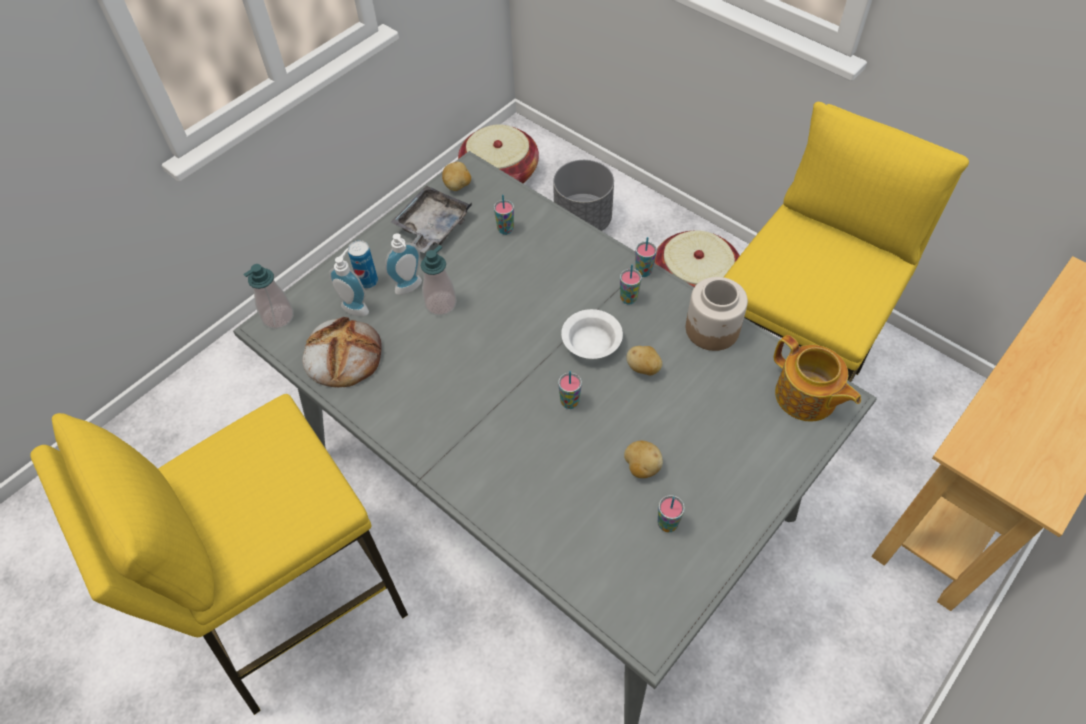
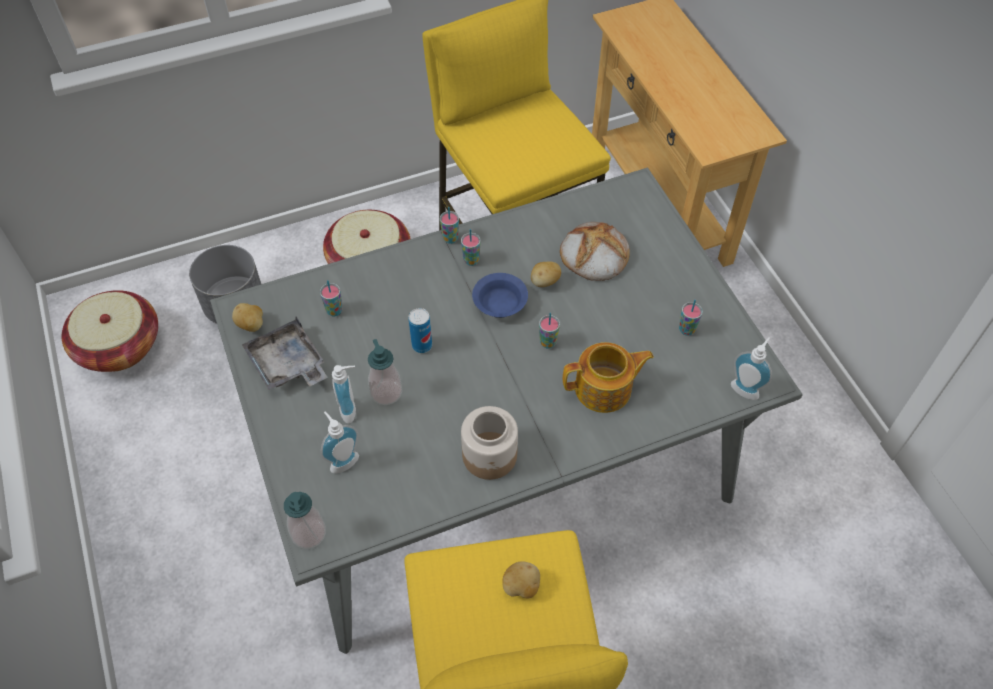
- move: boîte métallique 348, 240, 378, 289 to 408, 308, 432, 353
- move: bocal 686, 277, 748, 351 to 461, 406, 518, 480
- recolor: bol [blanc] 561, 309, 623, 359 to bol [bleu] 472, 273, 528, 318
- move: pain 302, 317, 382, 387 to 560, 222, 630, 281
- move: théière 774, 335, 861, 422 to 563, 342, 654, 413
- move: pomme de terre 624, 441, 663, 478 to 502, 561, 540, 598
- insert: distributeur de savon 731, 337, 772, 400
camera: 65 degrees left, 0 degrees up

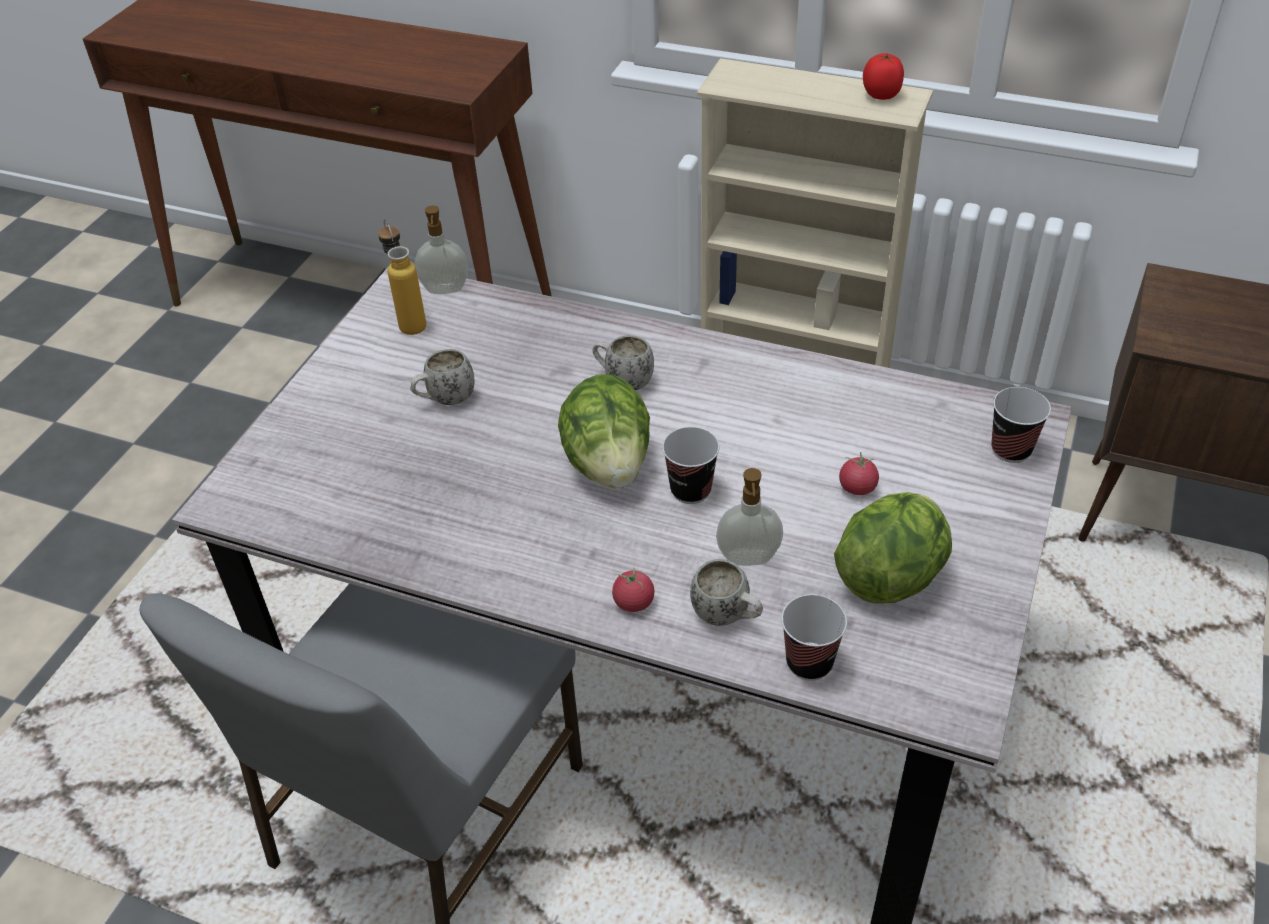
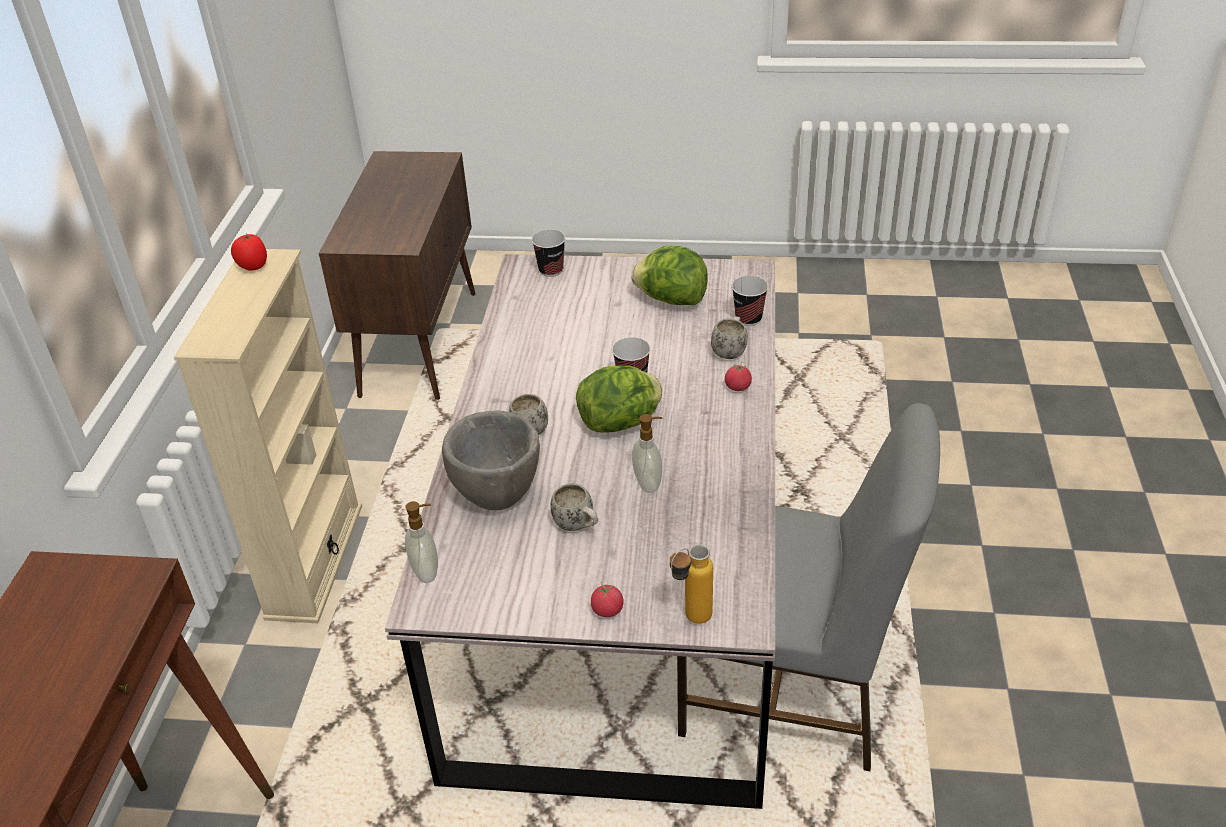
- move: bouteille 378, 219, 426, 335 to 670, 544, 713, 624
- move: tomate 839, 452, 879, 495 to 591, 582, 624, 617
- move: distributeur de savon 716, 468, 783, 566 to 632, 414, 662, 493
- insert: bol [gris] 442, 410, 540, 510
camera: 105 degrees left, 5 degrees down

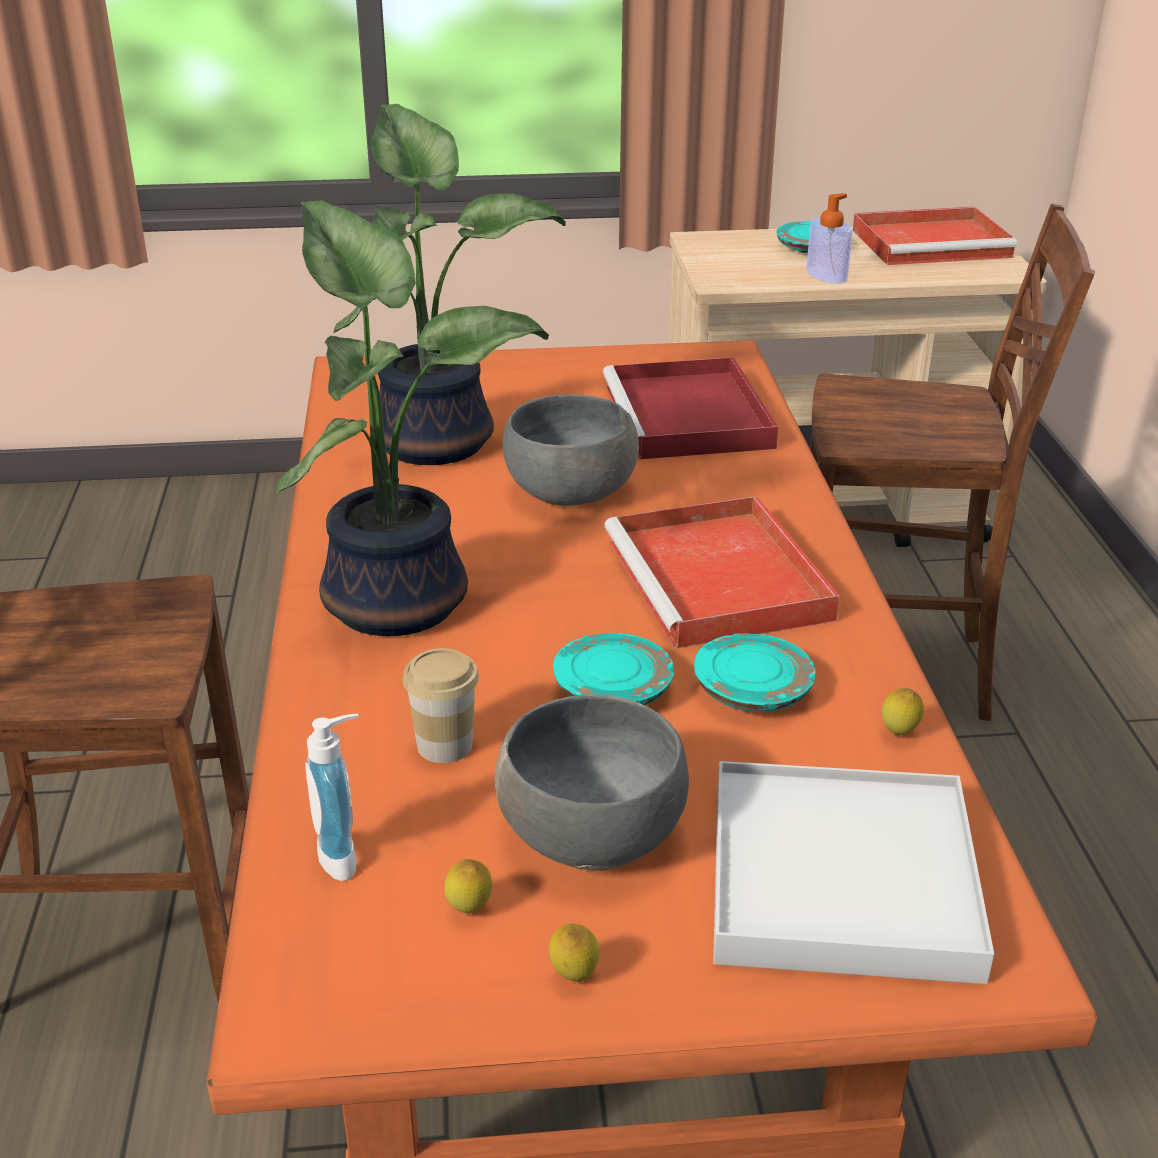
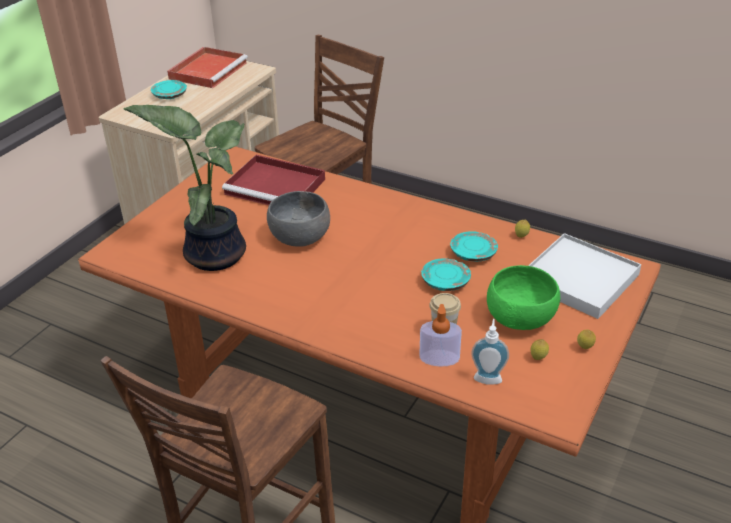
- move: distributeur de savon 806, 193, 853, 284 to 419, 304, 462, 367
- delete: plante en pot 277, 200, 549, 636
- delete: plateau [rouge] 604, 496, 840, 649
- recolor: bol [gris] 495, 694, 689, 871 to bol [vert] 487, 265, 560, 330
camera: 55 degrees left, 5 degrees up

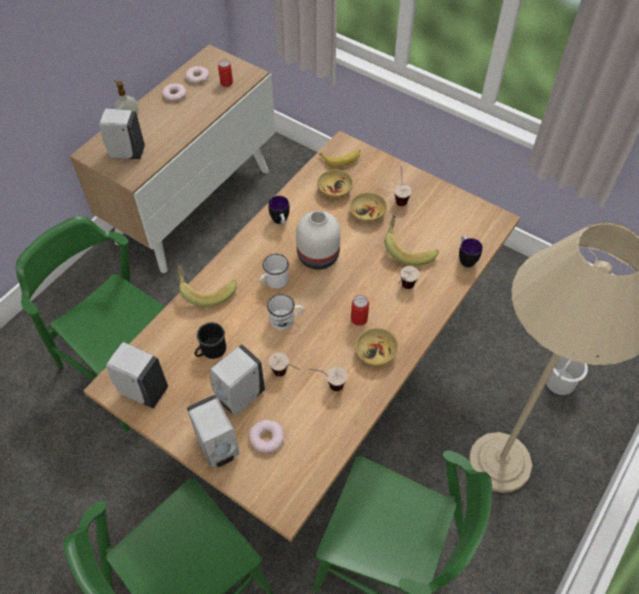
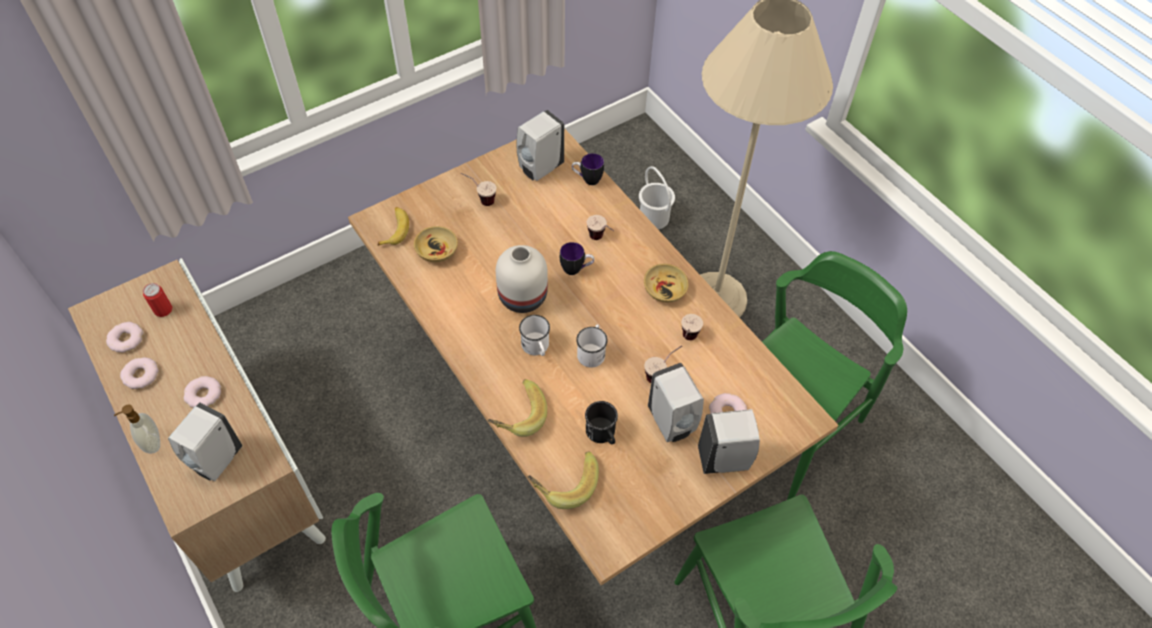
- delete: bol [beige] 349, 192, 387, 222
- move: mug 268, 196, 290, 225 to 560, 242, 594, 275
- move: banane 384, 215, 439, 266 to 527, 451, 599, 509
- delete: boîte métallique 351, 295, 369, 326
- move: distributeur de savon [blanc] 106, 342, 168, 408 to 516, 110, 564, 181
- insert: beignet 184, 376, 221, 408
camera: 70 degrees left, 0 degrees up

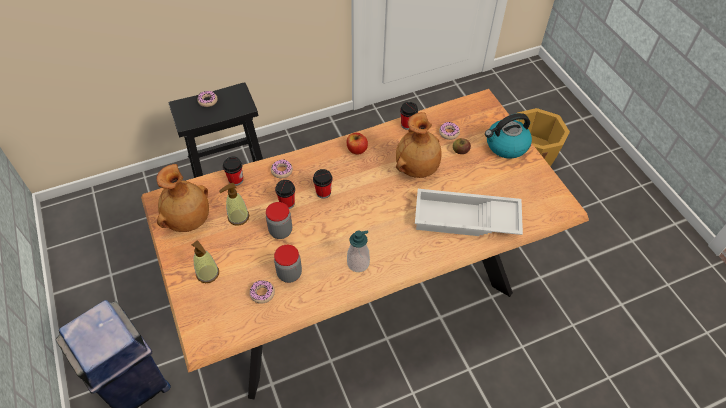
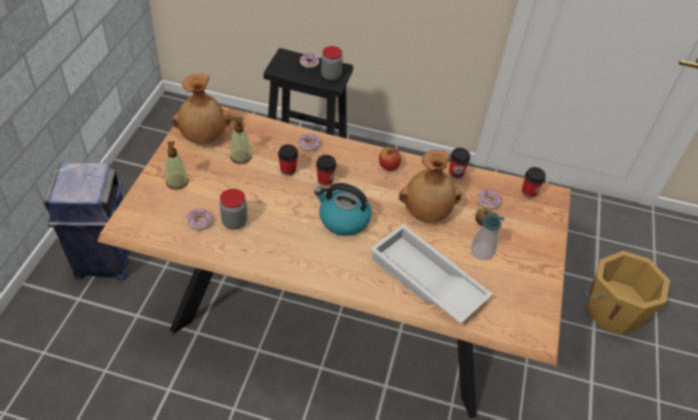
- move: bouilloire 485, 113, 532, 159 to 314, 183, 372, 236
- move: tasse 223, 156, 243, 186 to 521, 167, 546, 198
- move: bocal 266, 202, 292, 239 to 321, 46, 343, 81
- move: distributeur de savon 347, 230, 370, 272 to 471, 213, 504, 260
camera: 35 degrees right, 5 degrees down

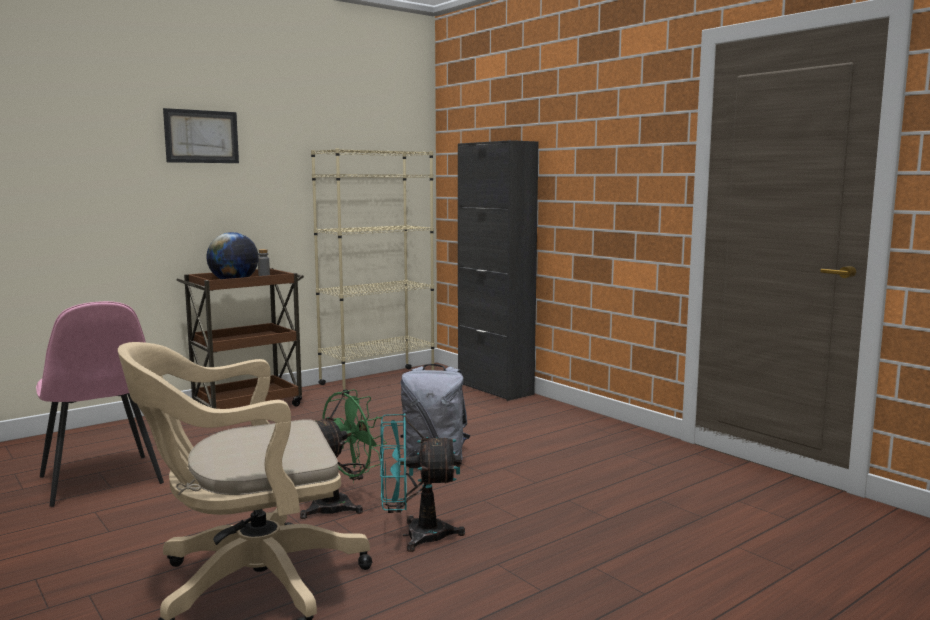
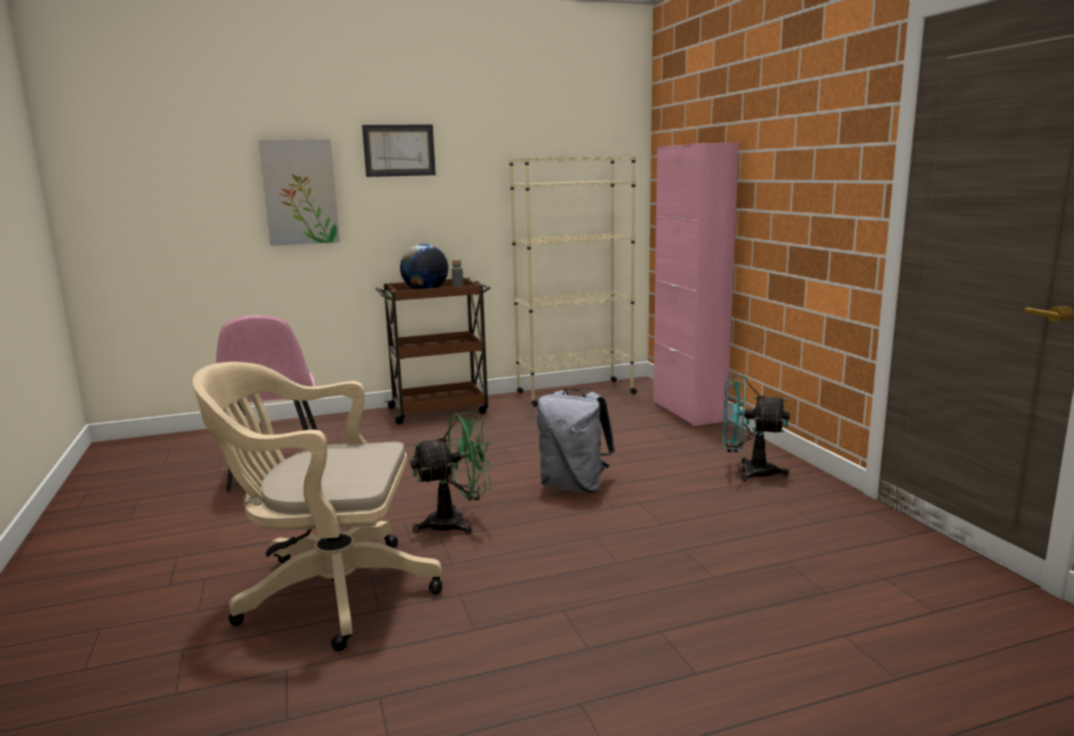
- recolor: meuble de rangement [noir] 458, 140, 538, 401 to meuble de rangement [rose] 653, 143, 739, 426
- move: ventilateur [turquoise] 380, 413, 465, 552 to 723, 376, 790, 482
- insert: tableau 258, 139, 340, 246
camera: 20 degrees right, 5 degrees up

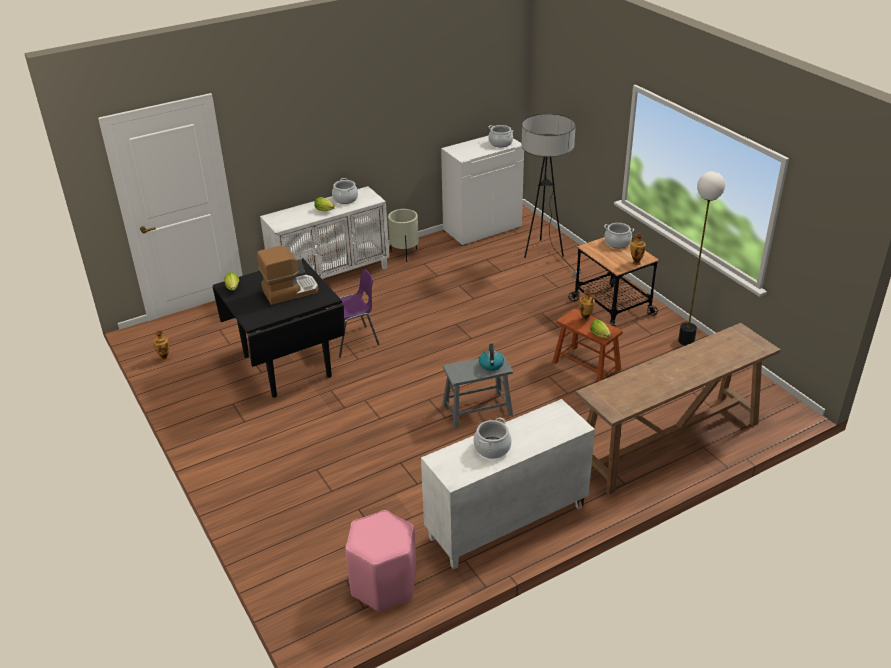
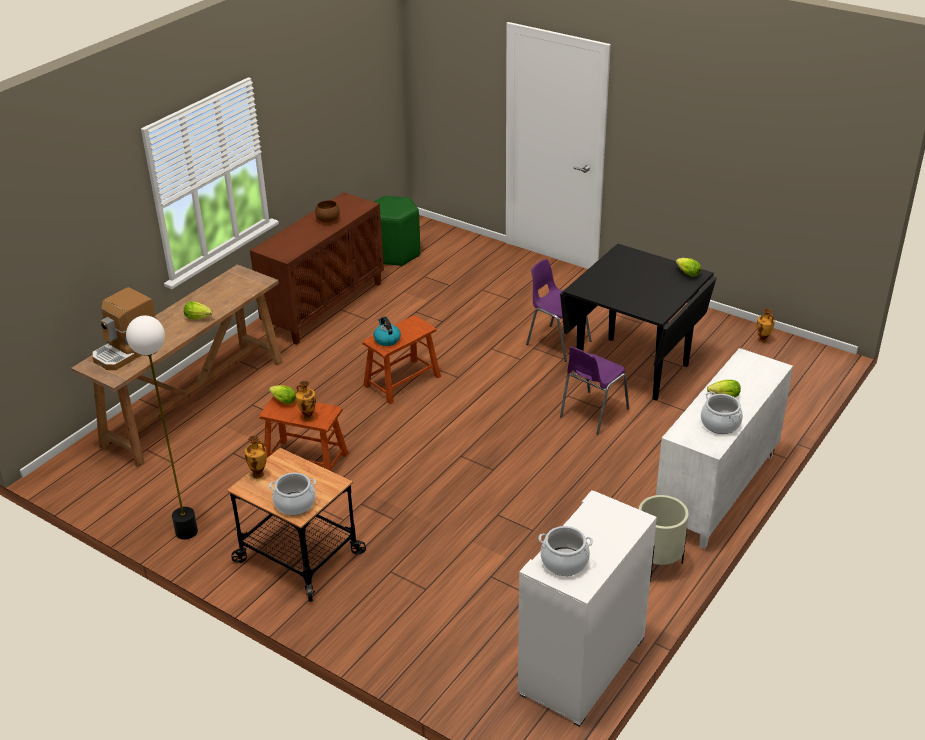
- delete: lampadaire 521, 114, 581, 277
- move: machine à café 257, 245, 318, 305 to 92, 287, 156, 370
- recolor: tabouret [gris] 442, 354, 513, 428 to tabouret [marron] 362, 316, 441, 404
- recolor: meuble de rangement [blanc] 421, 399, 595, 570 to meuble de rangement [marron] 250, 192, 384, 345
- replace: marmite 474, 418, 511, 459 to bol [marron] 315, 200, 340, 223
- recolor: tabouret [rose] 345, 510, 416, 611 to tabouret [vert] 373, 196, 420, 266
- insert: chaise [violet] 526, 259, 592, 362
- insert: laitue 184, 301, 213, 320
camera: 155 degrees right, 0 degrees up

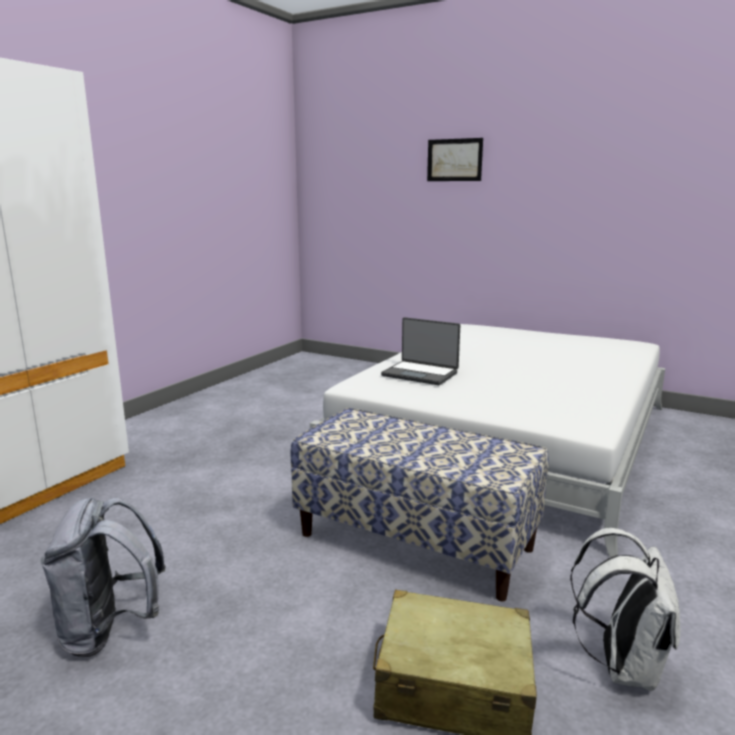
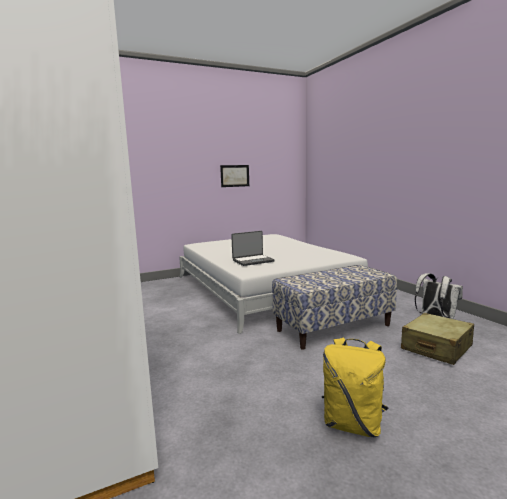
- move: tableau 427, 138, 483, 181 to 220, 165, 249, 187
- recolor: sac à dos [gris] 41, 497, 166, 657 to sac à dos [jaune] 322, 337, 389, 437
camera: 55 degrees left, 5 degrees down

